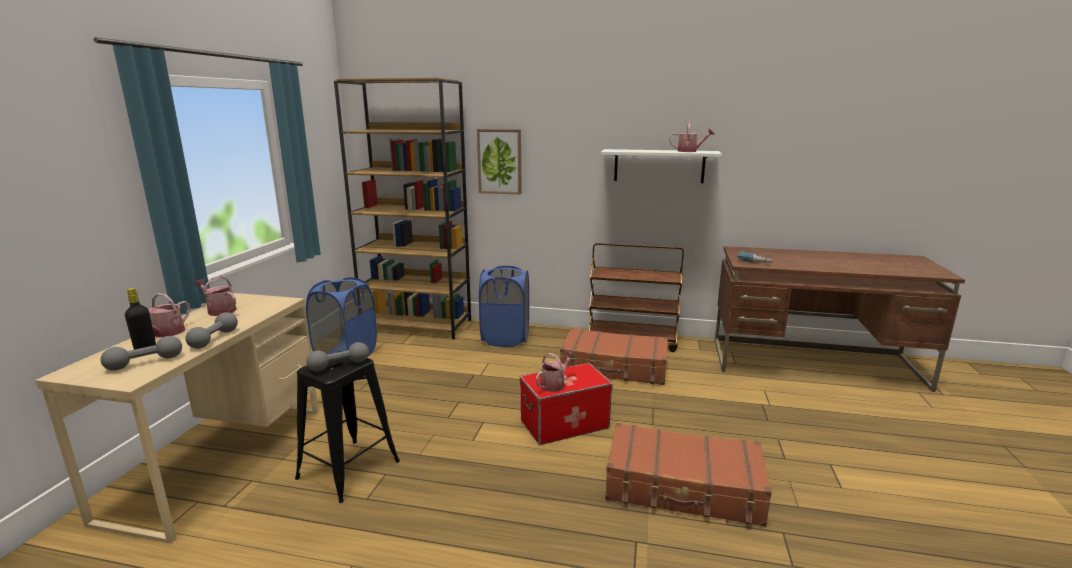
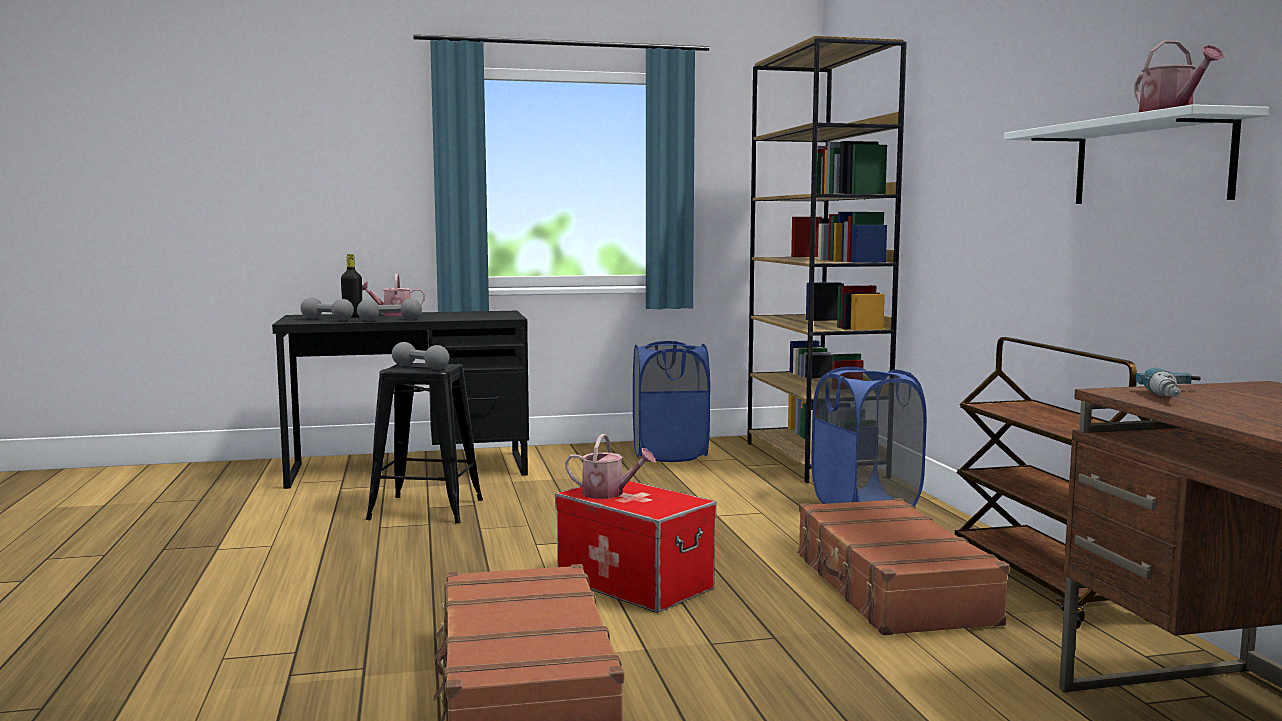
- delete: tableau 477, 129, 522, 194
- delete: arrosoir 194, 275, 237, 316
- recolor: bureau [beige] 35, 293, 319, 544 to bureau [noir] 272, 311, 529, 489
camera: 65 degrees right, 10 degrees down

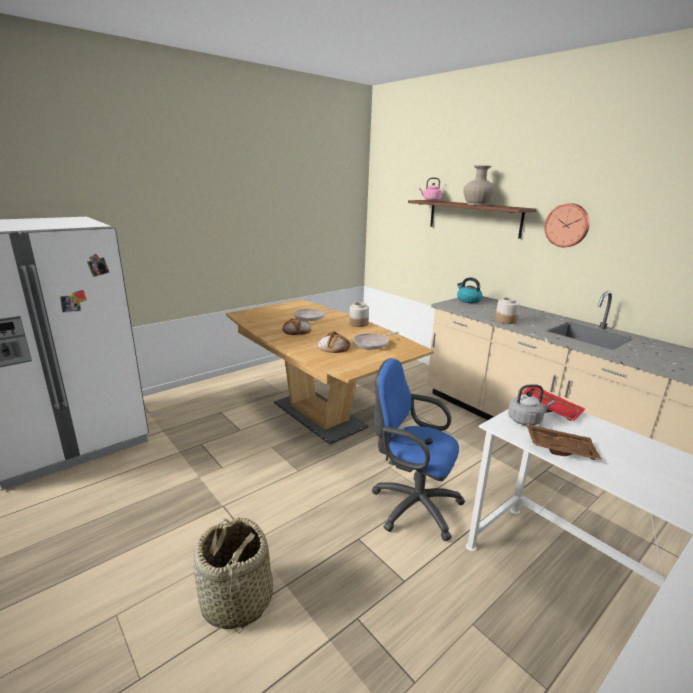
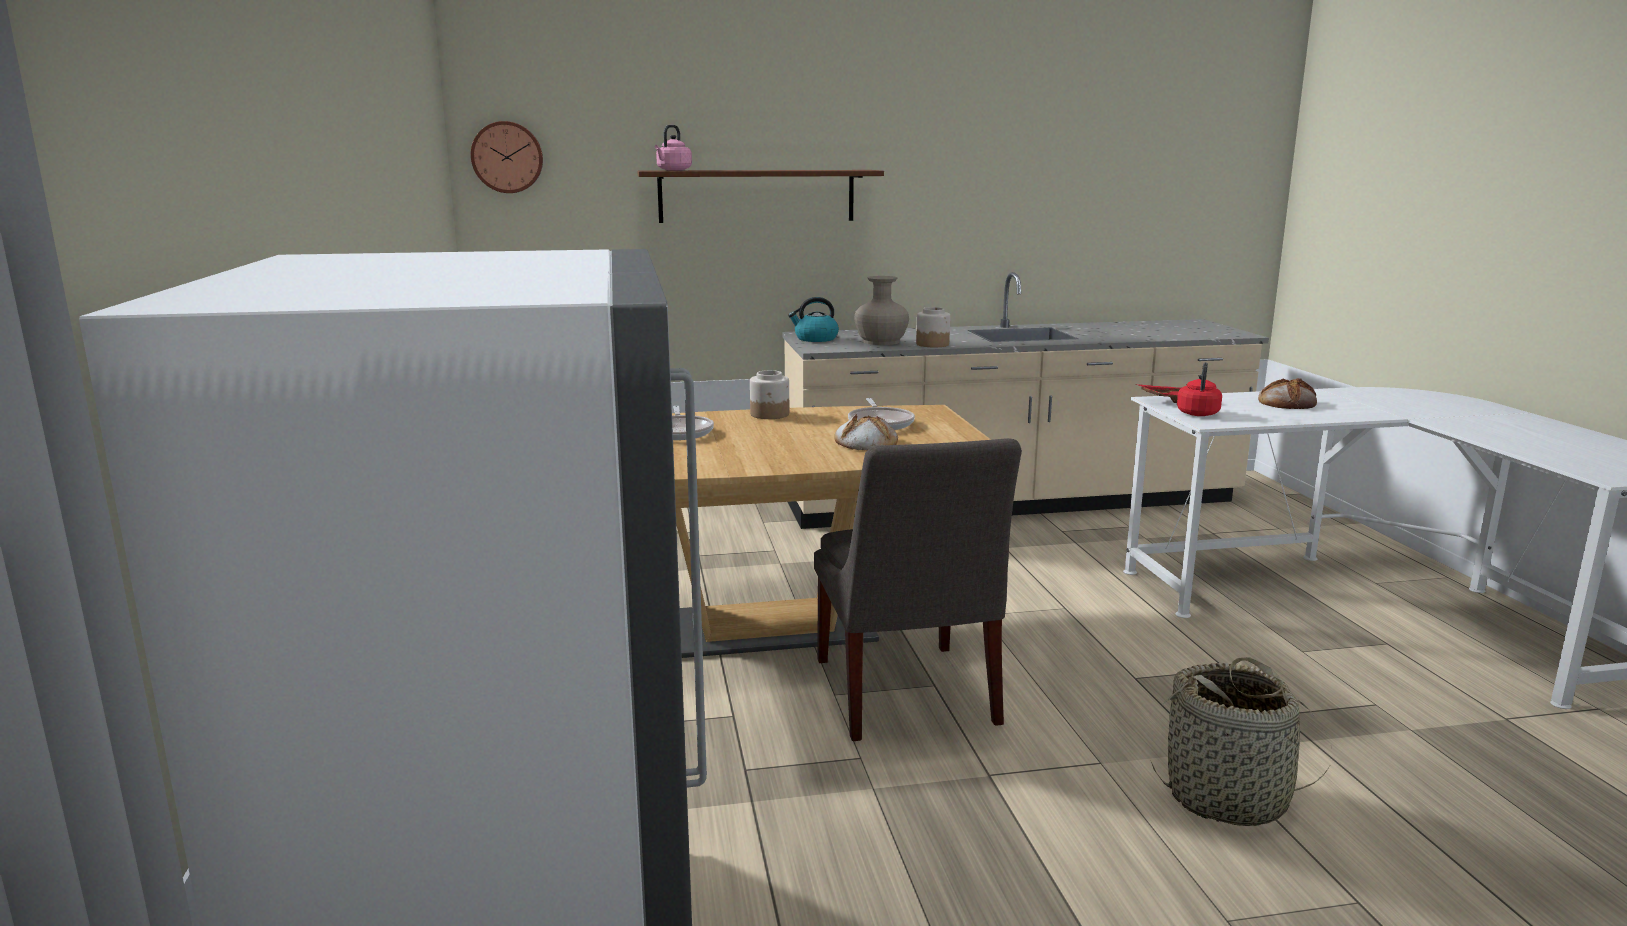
- move: vase [beige] 463, 166, 496, 206 to 854, 276, 909, 345
- move: horloge murale 544, 203, 590, 247 to 471, 121, 543, 193
- move: pain 282, 317, 311, 335 to 1258, 378, 1317, 409
- delete: chaise de bureau [bleu] 371, 358, 465, 541
- recolor: bouilloire [gris] 508, 384, 555, 426 to bouilloire [rouge] 1177, 362, 1222, 416
- delete: plateau [marron] 526, 424, 603, 461
- insert: chaise [gris] 814, 438, 1022, 741
camera: 60 degrees left, 5 degrees down

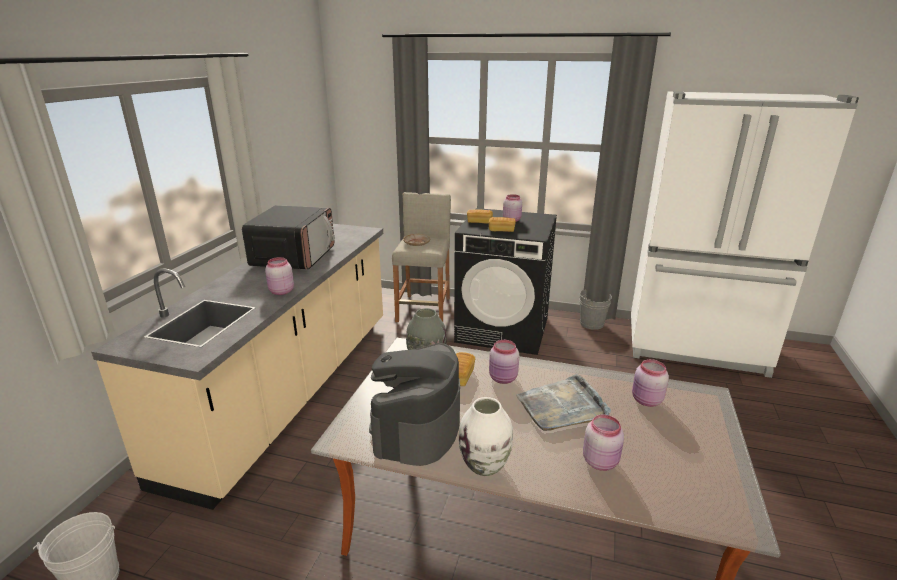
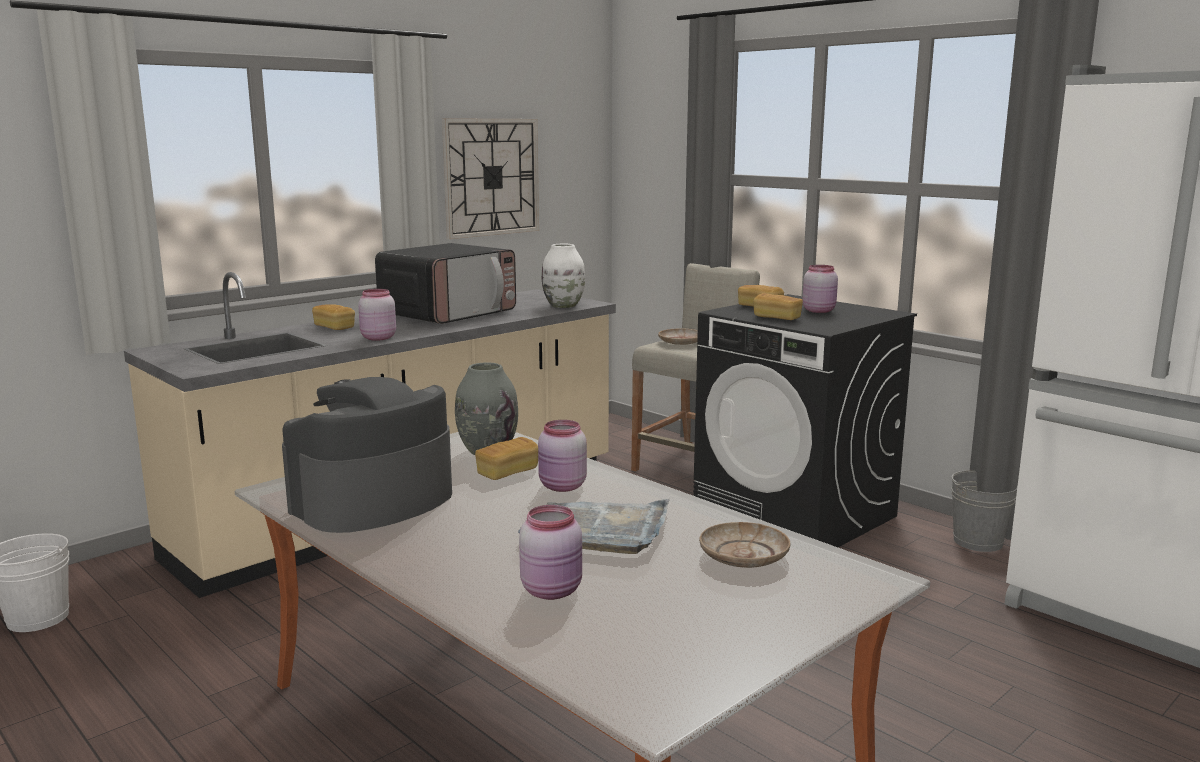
- replace: bocal [rose] 632, 359, 669, 407 to assiette [beige] 699, 522, 790, 568
- move: vase [blanc] 459, 397, 513, 476 to 542, 244, 585, 308
- insert: horloge murale 442, 118, 539, 239
- insert: pain 312, 304, 355, 330
camera: 30 degrees right, 10 degrees down

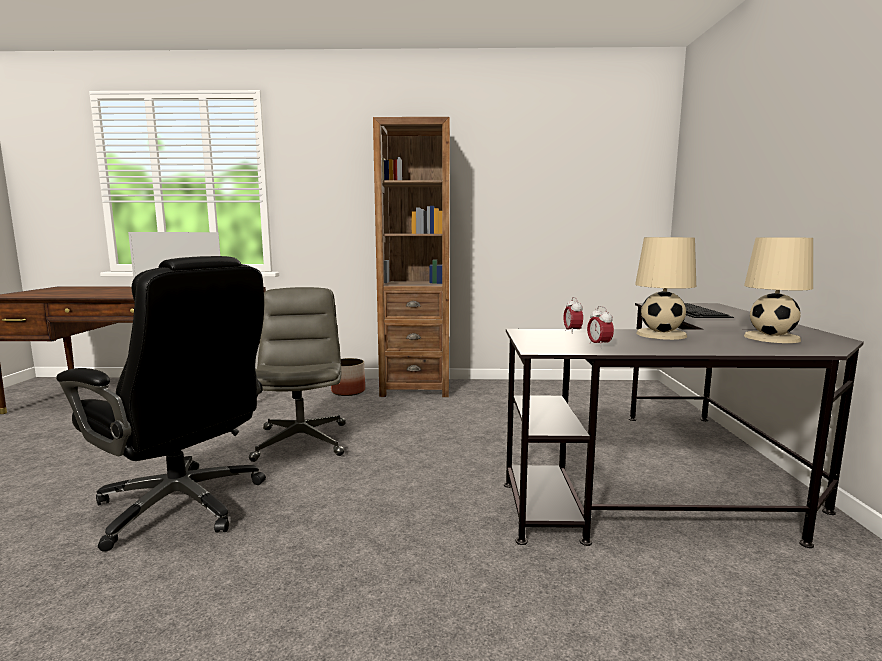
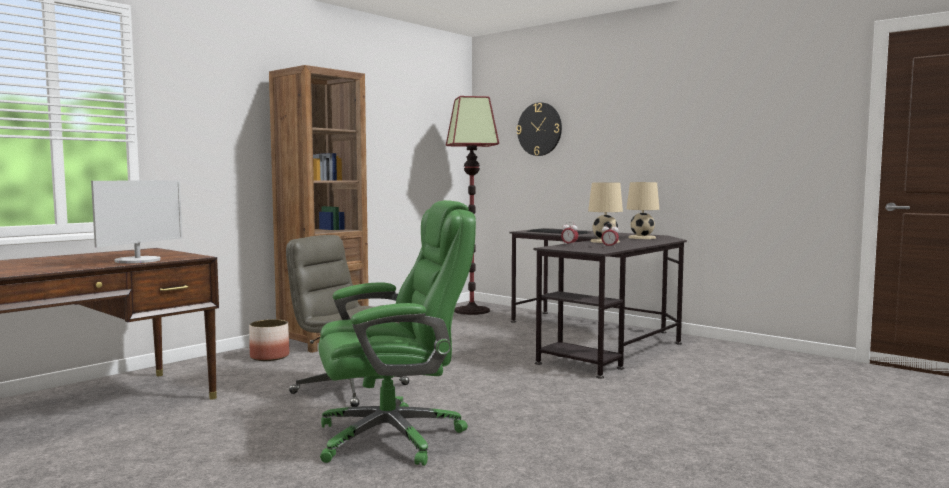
- recolor: chaise de bureau [noir] 56, 256, 266, 552 to chaise de bureau [vert] 319, 200, 476, 466
- insert: lampadaire 446, 96, 499, 315
- insert: horloge murale 517, 102, 562, 156
camera: 50 degrees left, 5 degrees down

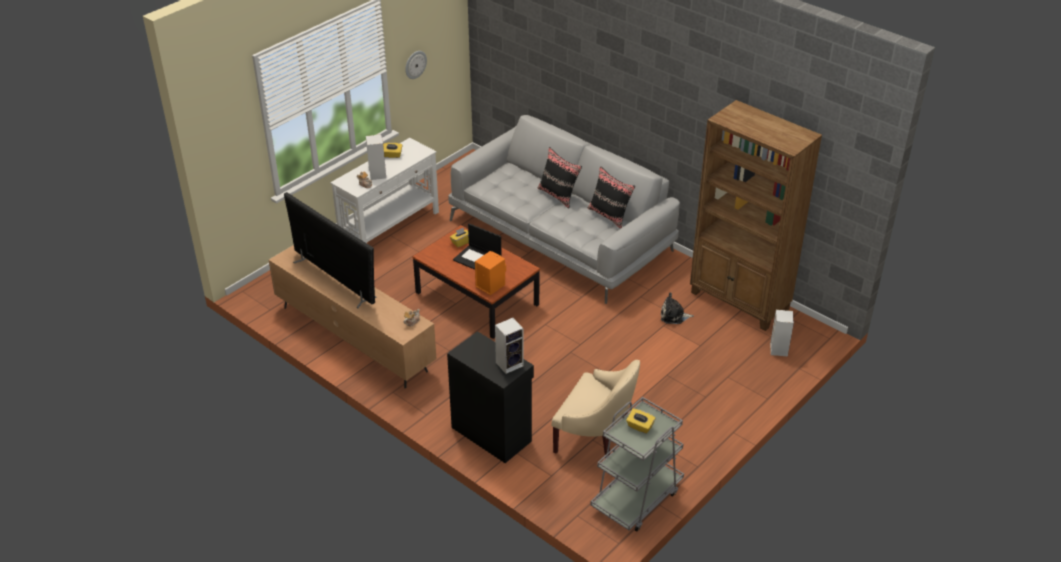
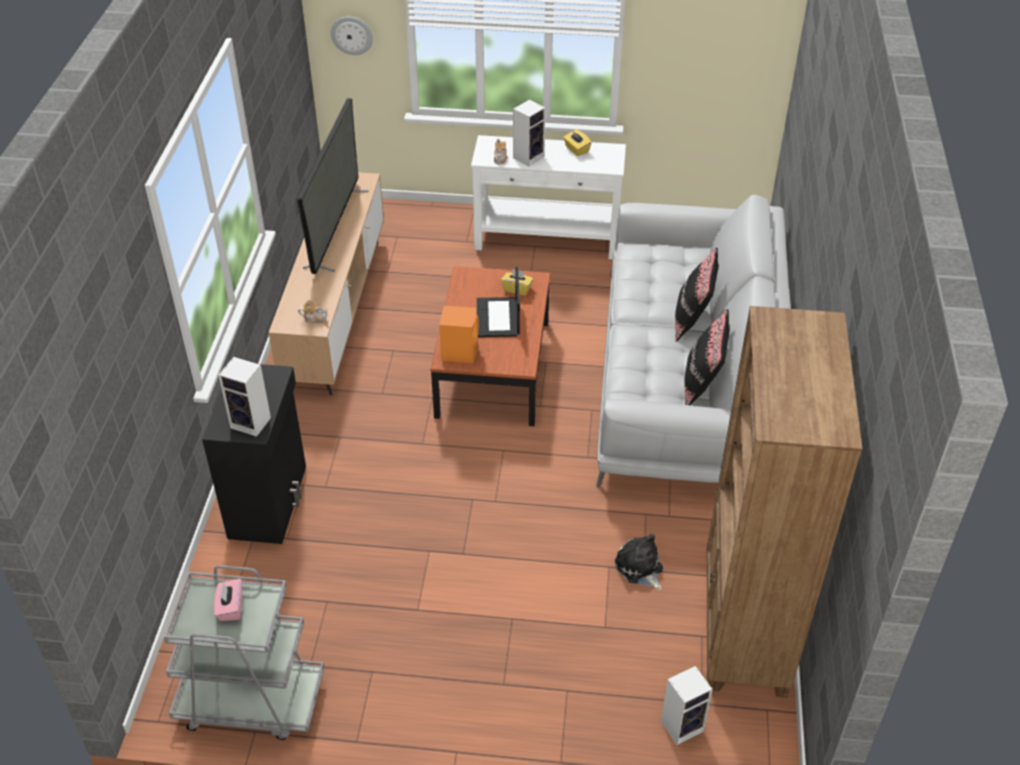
- move: horloge murale 405, 51, 427, 79 to 331, 17, 373, 55
- delete: fauteuil [beige] 551, 360, 640, 458
- recolor: boîte à mouchoirs [jaune] 626, 409, 655, 434 to boîte à mouchoirs [rose] 214, 579, 242, 621
camera: 55 degrees right, 5 degrees up

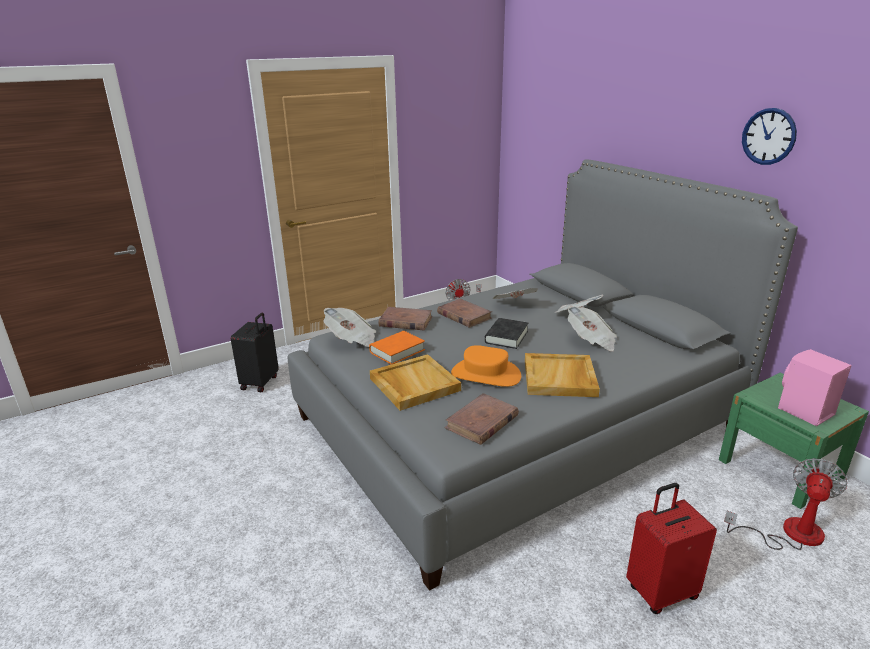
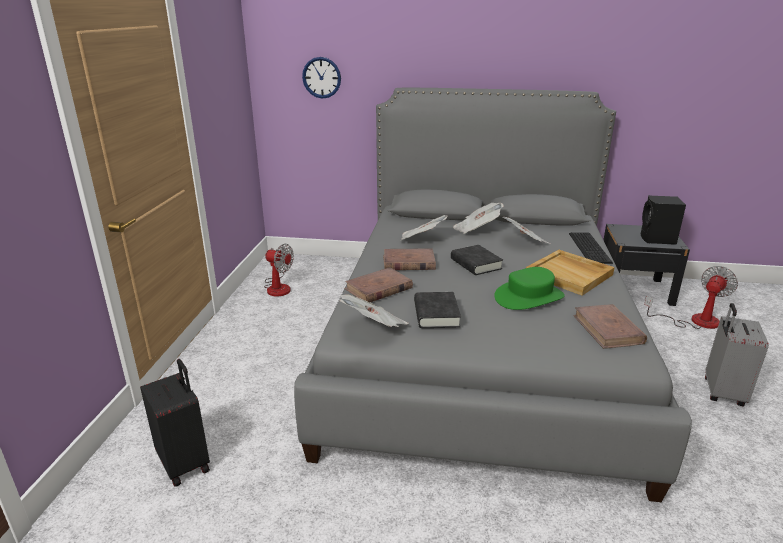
- move: horloge murale 742, 108, 797, 165 to 302, 57, 341, 99
- recolor: livre [orange] 369, 331, 425, 365 to livre [noir] 414, 292, 461, 328
- recolor: chapeau [orange] 451, 345, 521, 387 to chapeau [vert] 494, 267, 565, 310
- recolor: enceinte [rose] 778, 349, 852, 426 to enceinte [noir] 641, 195, 686, 245
- delete: plateau [beige] 370, 354, 461, 411
- recolor: table de chevet [vert] 719, 373, 869, 509 to table de chevet [noir] 604, 224, 690, 306
- rotate: ventilateur 724, 458, 847, 550 = 644, 266, 738, 329 60 degrees clockwise
- recolor: valise [rouge] 626, 483, 717, 614 to valise [gris] 705, 303, 769, 406
- insert: clavier 569, 232, 613, 264
camera: 50 degrees left, 0 degrees up

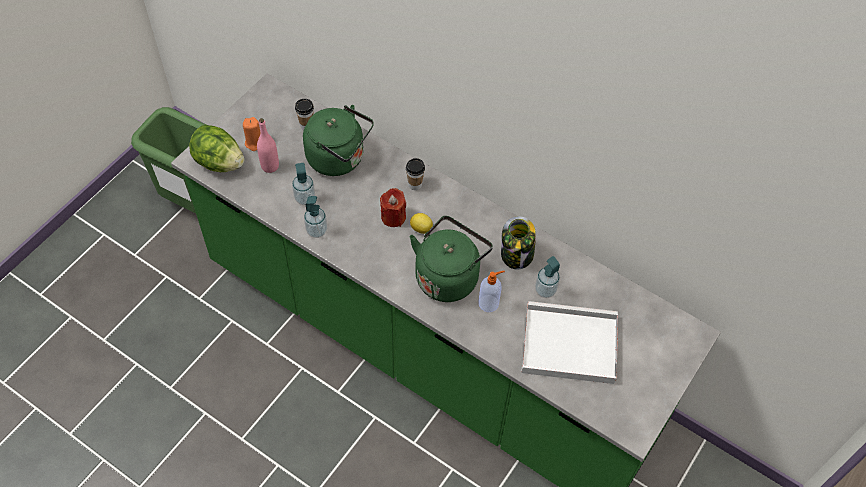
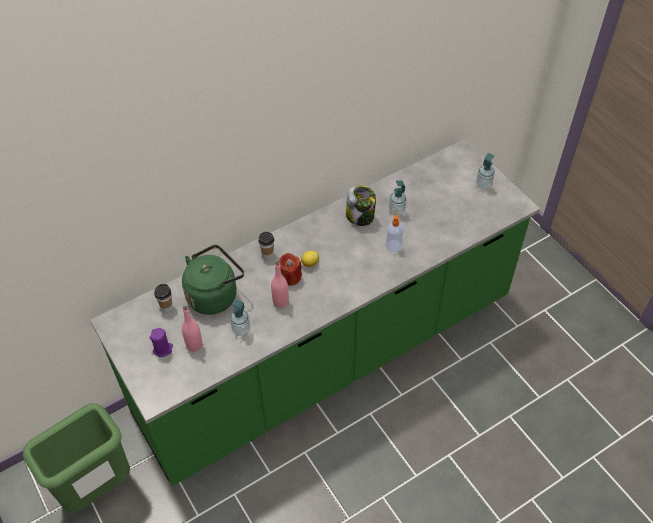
- recolor: bougie [orange] 243, 117, 260, 151 to bougie [violet] 150, 328, 173, 357
- delete: laitue 189, 125, 244, 172
- move: distributeur de savon 304, 196, 327, 238 to 476, 153, 495, 189
- delete: bouilloire [vert] 410, 216, 493, 302
- delete: plateau [blanc] 521, 301, 618, 384
- insert: bouteille [rose] 271, 262, 289, 308
camera: 65 degrees left, 5 degrees down

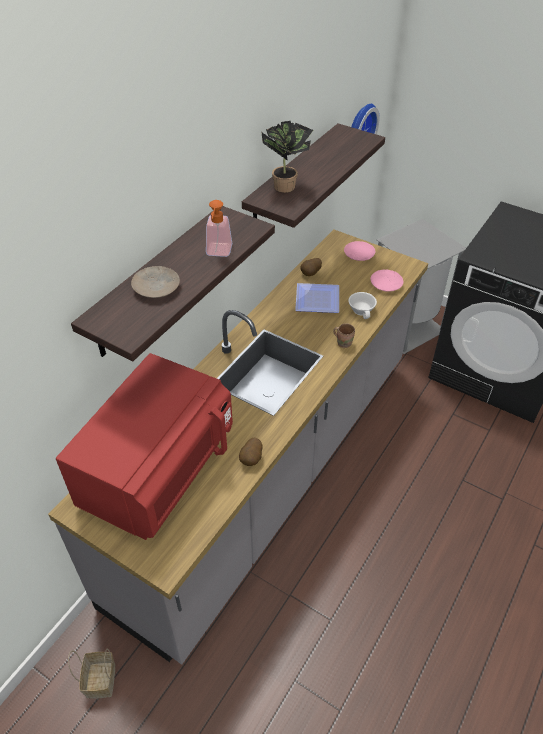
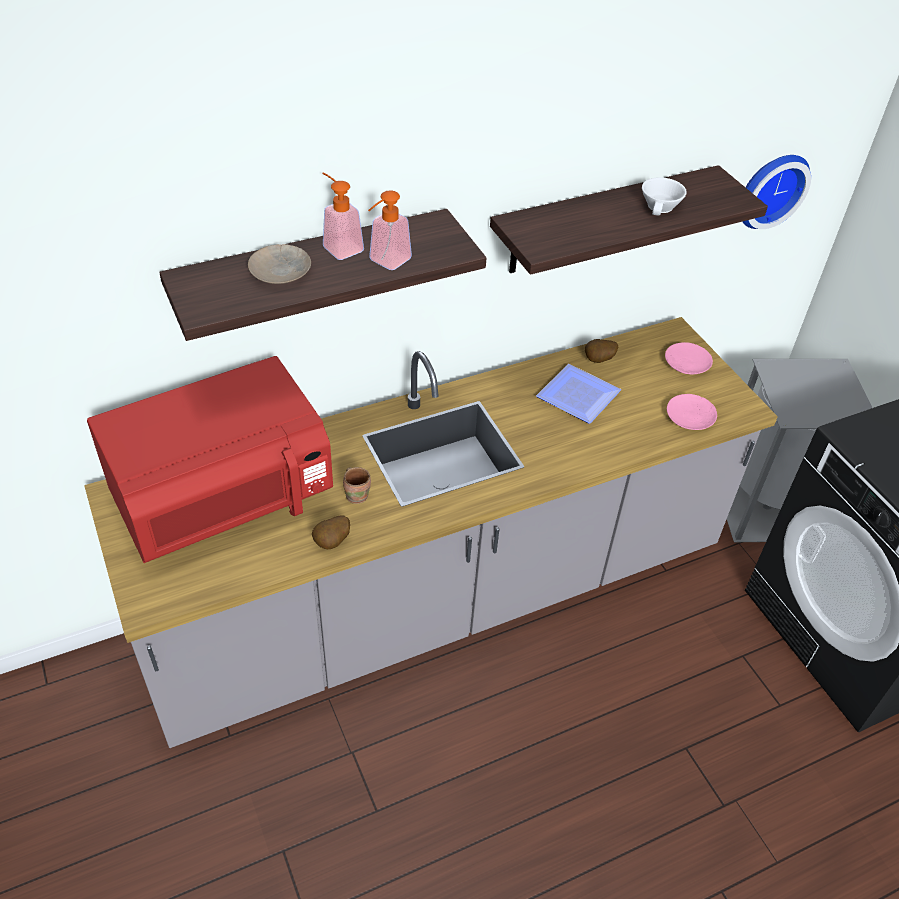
- delete: plante en pot 262, 121, 313, 193
- move: tasse [blanc] 348, 292, 377, 319 to 642, 177, 687, 215
- move: mug [marron] 333, 323, 355, 348 to 343, 467, 371, 504
- delete: panier 68, 649, 115, 699
- insert: distributeur de savon 322, 173, 364, 260
camera: 30 degrees right, 0 degrees up

